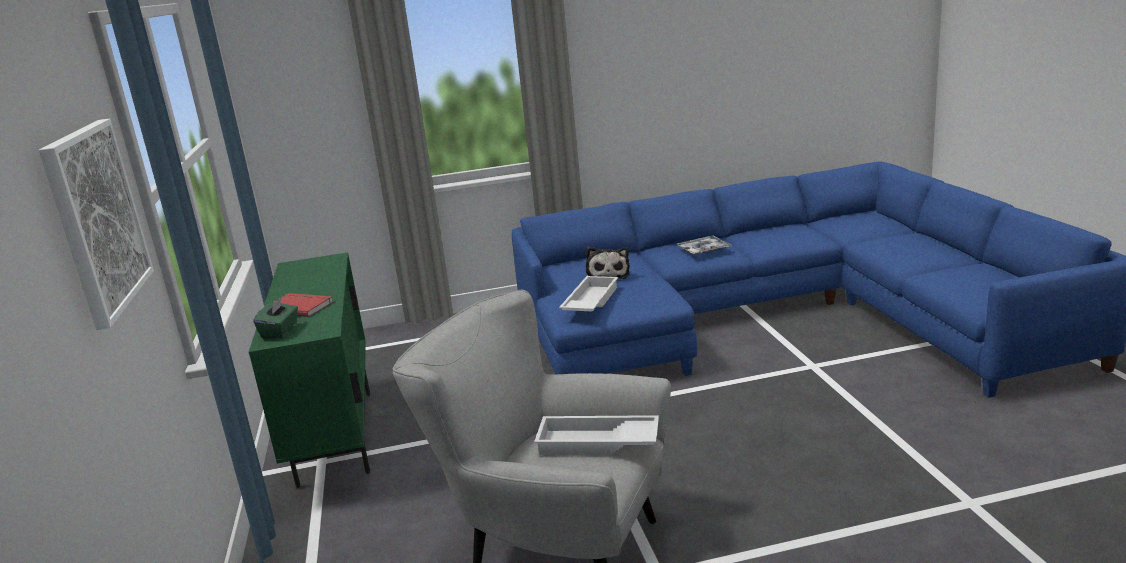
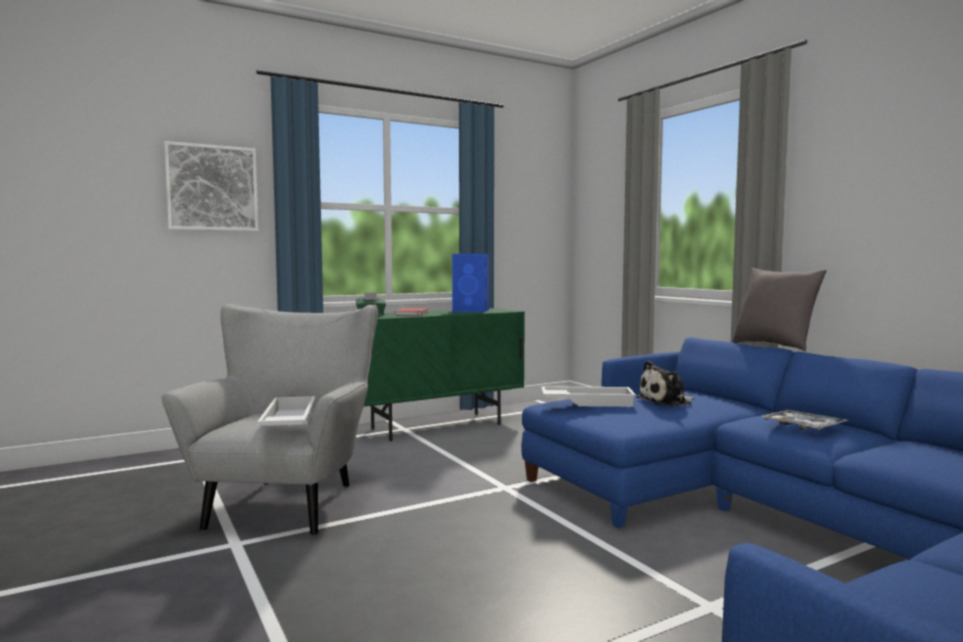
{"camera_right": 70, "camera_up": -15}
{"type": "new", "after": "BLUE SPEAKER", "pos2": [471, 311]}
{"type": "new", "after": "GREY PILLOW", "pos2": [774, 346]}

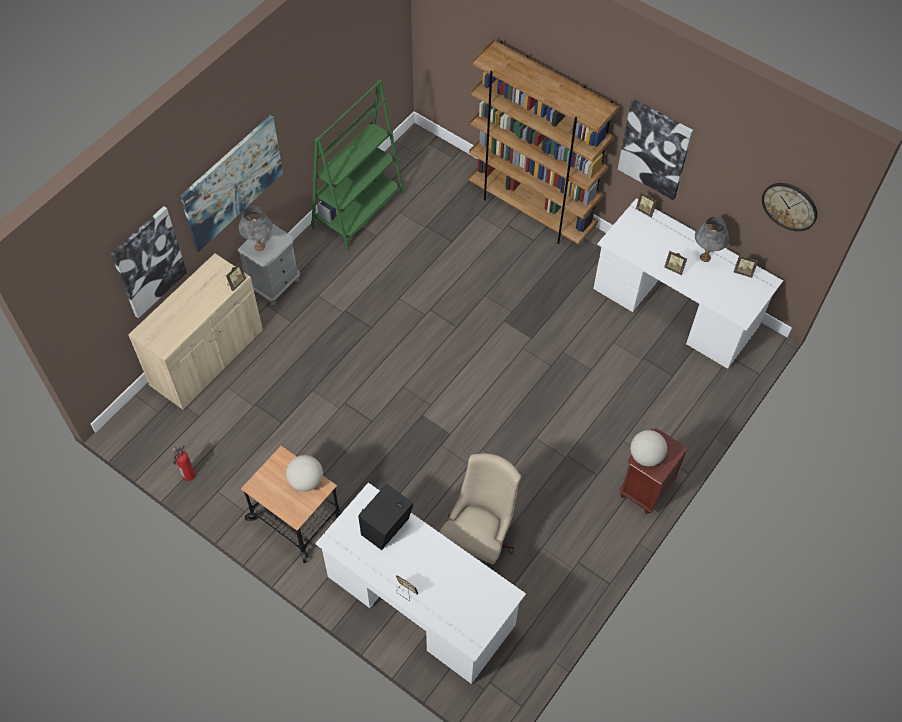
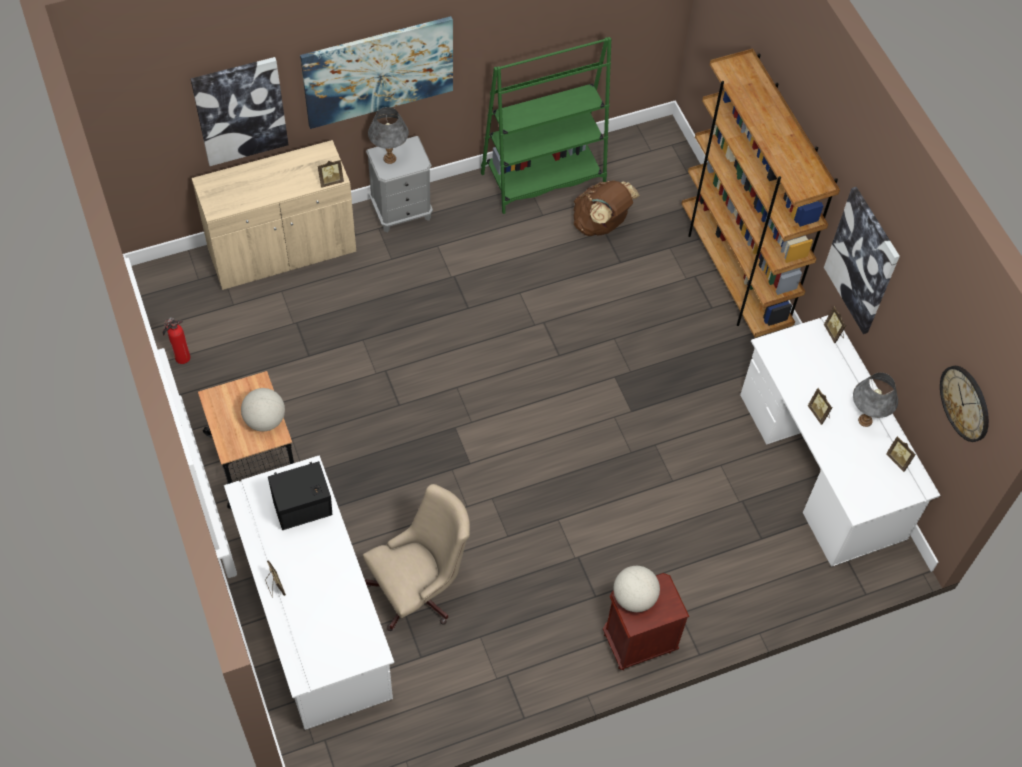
{"camera_right": 30, "camera_up": 0}
{"type": "new", "after": "BROWN BACKPACK", "pos2": [601, 224]}

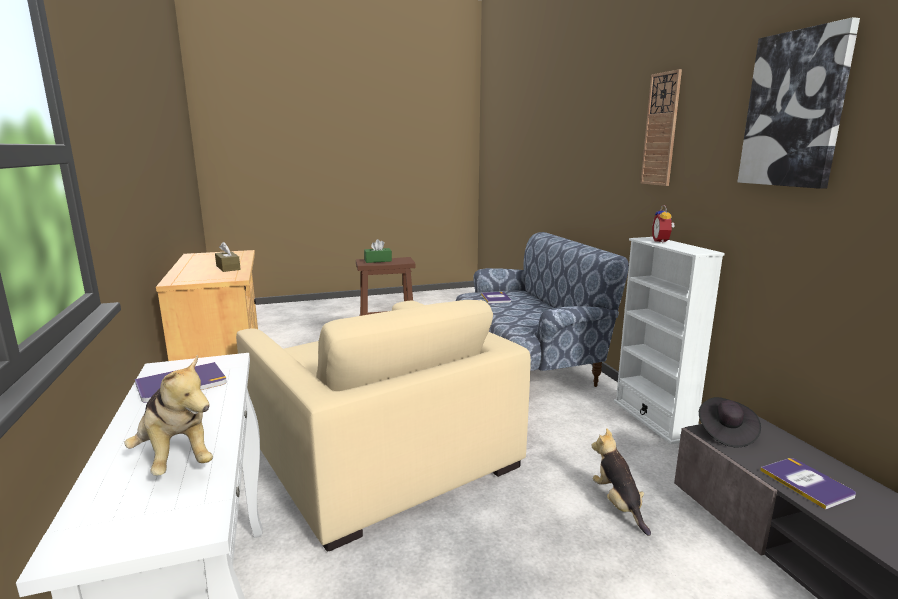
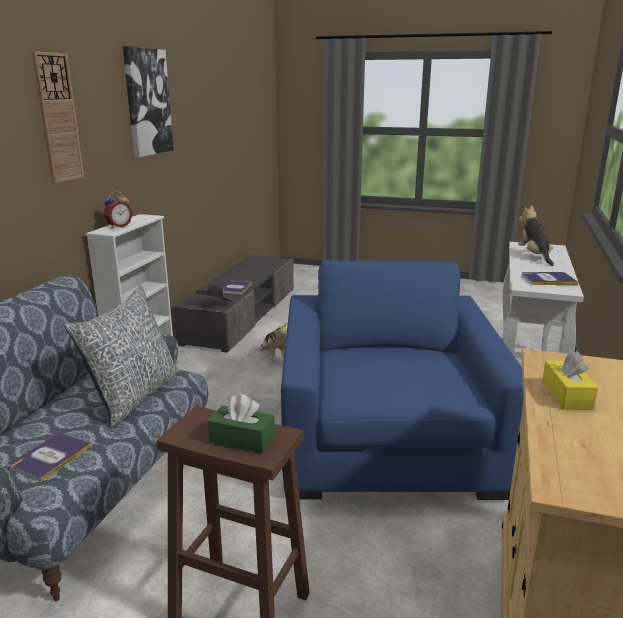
{"camera_right": -145, "camera_up": 5}
{"type": "new", "after": "PILLOW", "pos2": [134, 396]}
{"type": "repainted", "before": "BROWN TISSUE BOX", "after": "YELLOW TISSUE BOX", "pos1": [228, 268], "pos2": [566, 395]}
{"type": "repainted", "before": "BEIGE ARMCHAIR", "after": "BLUE ARMCHAIR", "pos1": [378, 451], "pos2": [387, 437]}
{"type": "rotated", "before": "PLUSH TOY", "pos1": [618, 504], "pos2": [274, 357], "turn": -45}

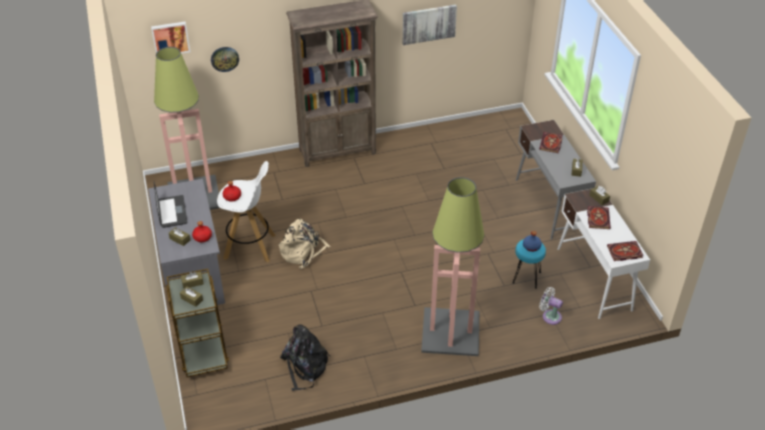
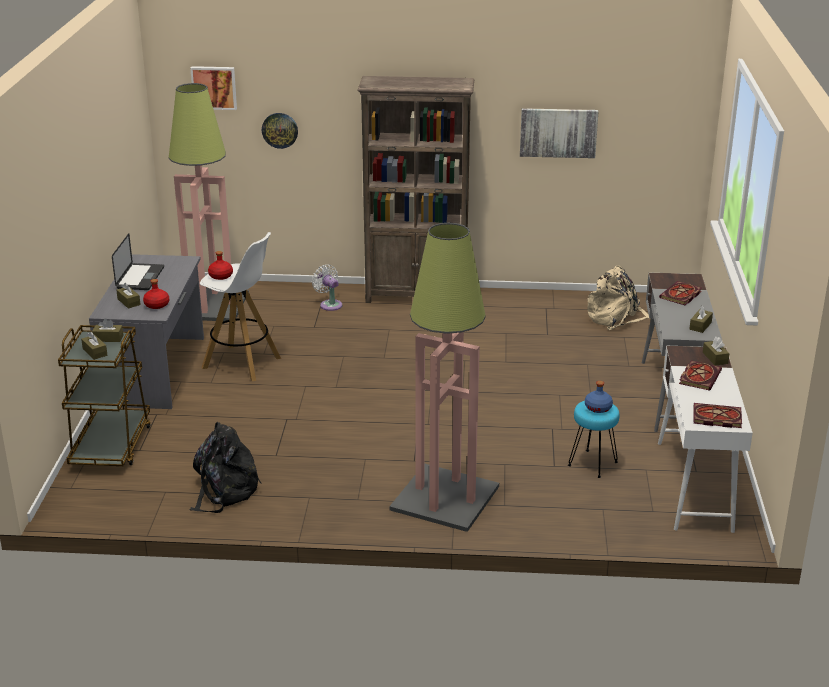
{"camera_right": 20, "camera_up": -15}
{"type": "shifted", "before": "BEIGE BACKPACK", "pos1": [303, 252], "pos2": [616, 318]}
{"type": "shifted", "before": "WHITE FAN", "pos1": [550, 316], "pos2": [329, 304]}

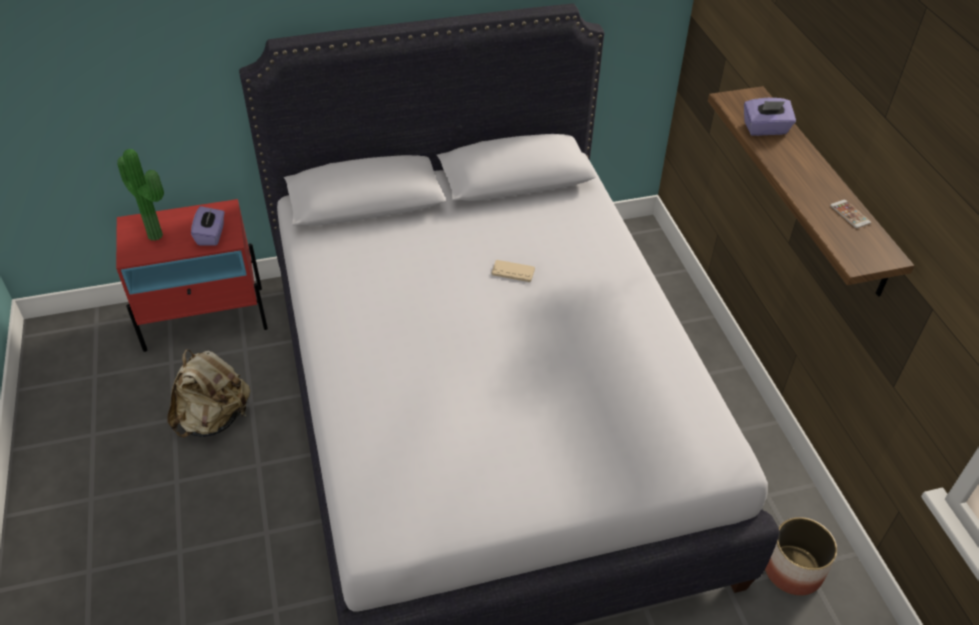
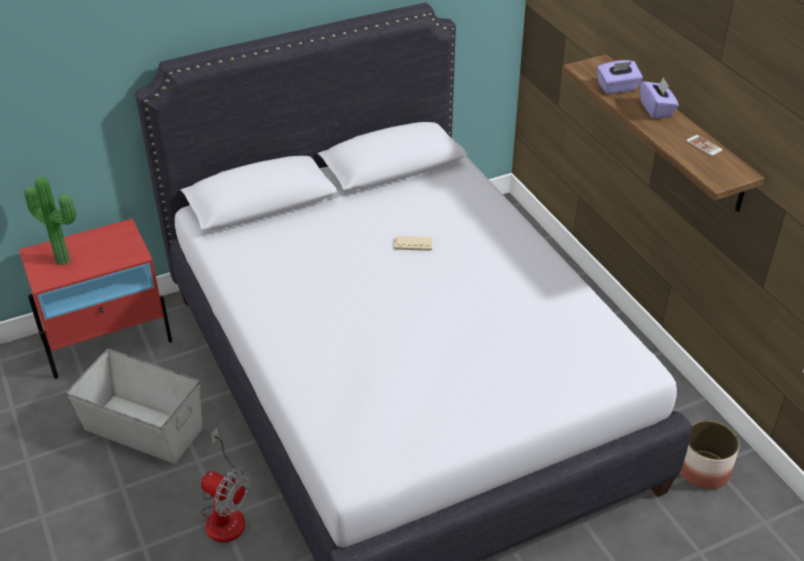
{"camera_right": -10, "camera_up": -5}
{"type": "new", "after": "FAN", "pos2": [225, 513]}
{"type": "shifted", "before": "PURPLE TISSUE BOX", "pos1": [211, 235], "pos2": [656, 109]}
{"type": "swapped", "before": "BEIGE BACKPACK", "after": "GREY STORAGE BOX", "pos1": [214, 418], "pos2": [143, 427]}

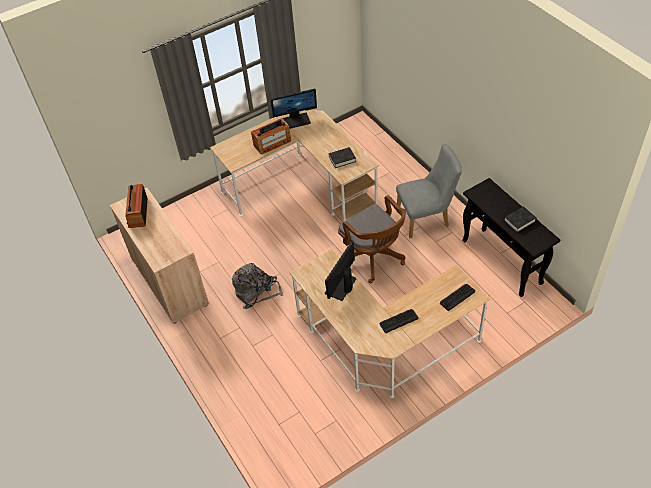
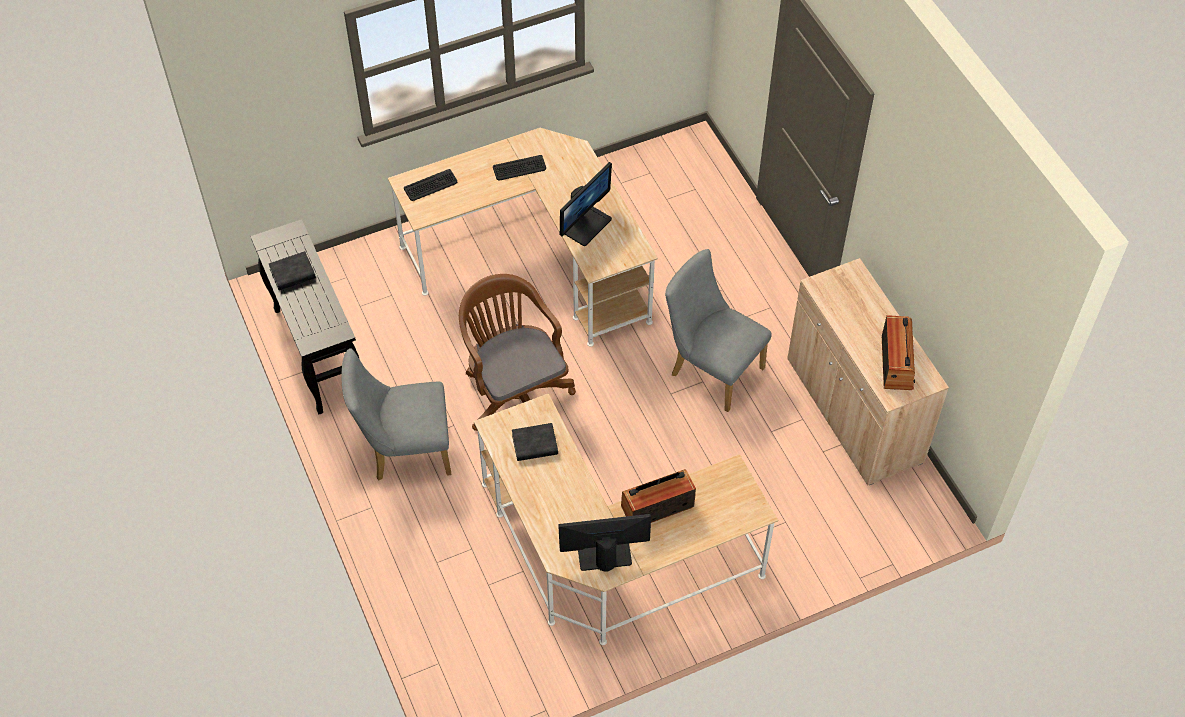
{"camera_right": -175, "camera_up": 5}
{"type": "swapped", "before": "GREY BACKPACK", "after": "GREY CHAIR", "pos1": [256, 292], "pos2": [711, 369]}

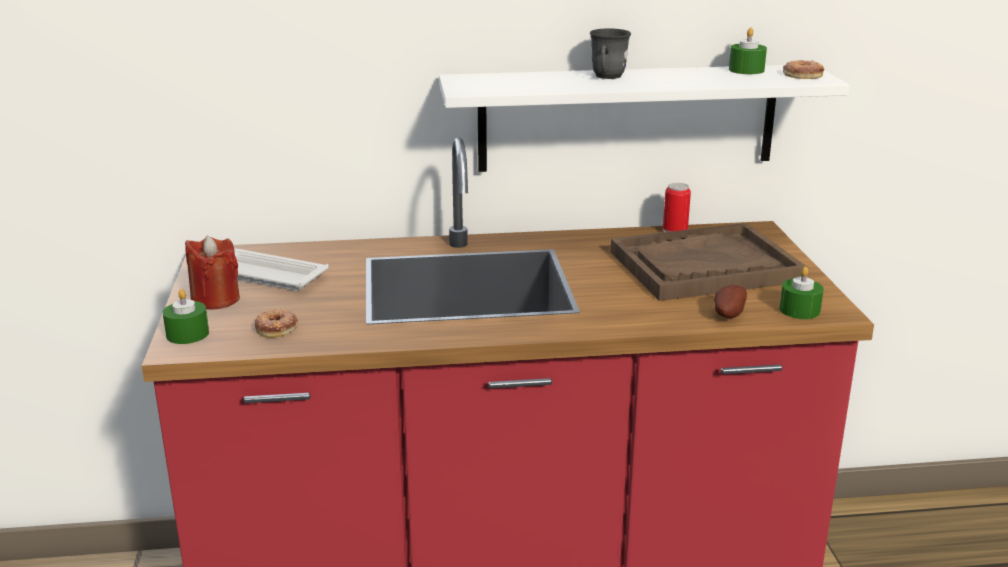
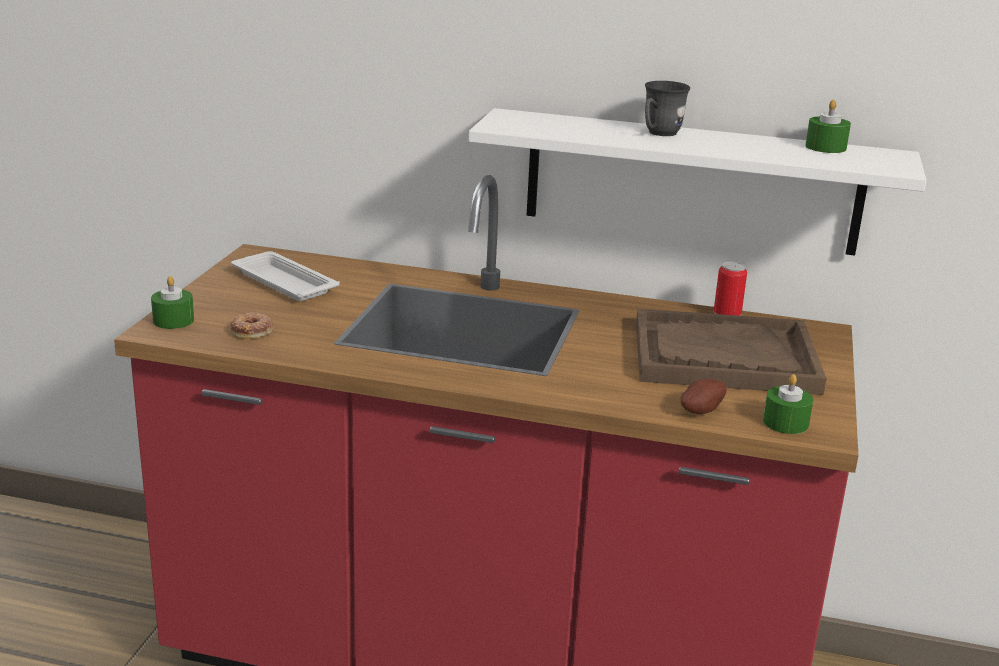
{"camera_right": 20, "camera_up": 0}
{"type": "gone", "before": "RED CANDLE", "pos1": [215, 299]}
{"type": "gone", "before": "DONUT", "pos1": [803, 74]}

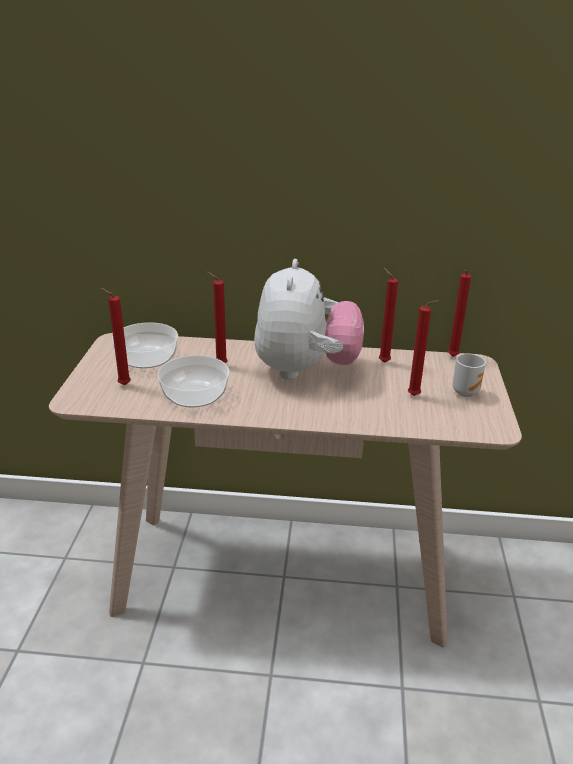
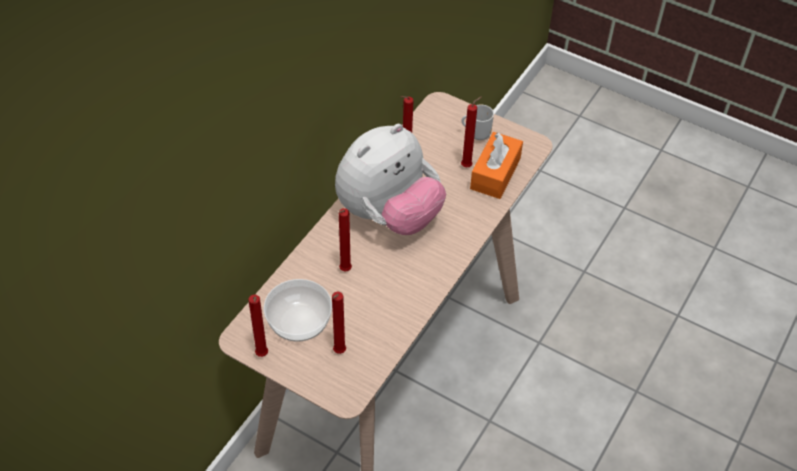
{"camera_right": -65, "camera_up": 20}
{"type": "gone", "before": "BOWL", "pos1": [193, 396]}
{"type": "new", "after": "ORANGE TISSUE BOX", "pos2": [495, 174]}
{"type": "shifted", "before": "RED CANDLE", "pos1": [451, 357], "pos2": [262, 356]}
{"type": "rotated", "before": "PLUSH TOY", "pos1": [305, 370], "pos2": [389, 215], "turn": 105}

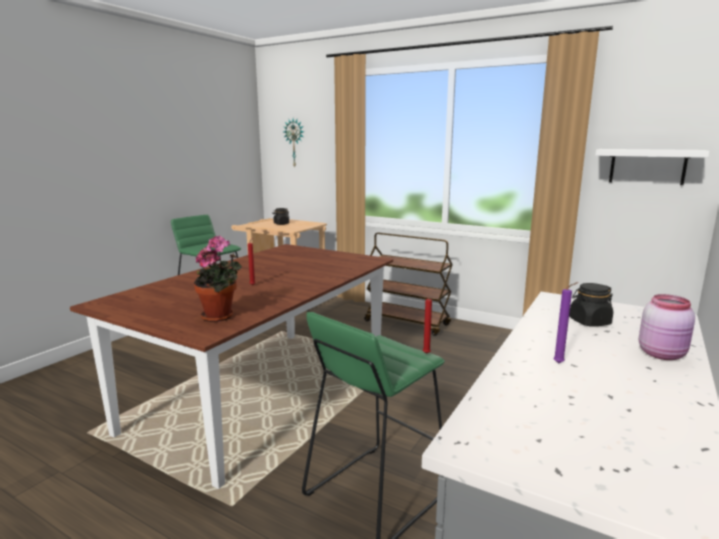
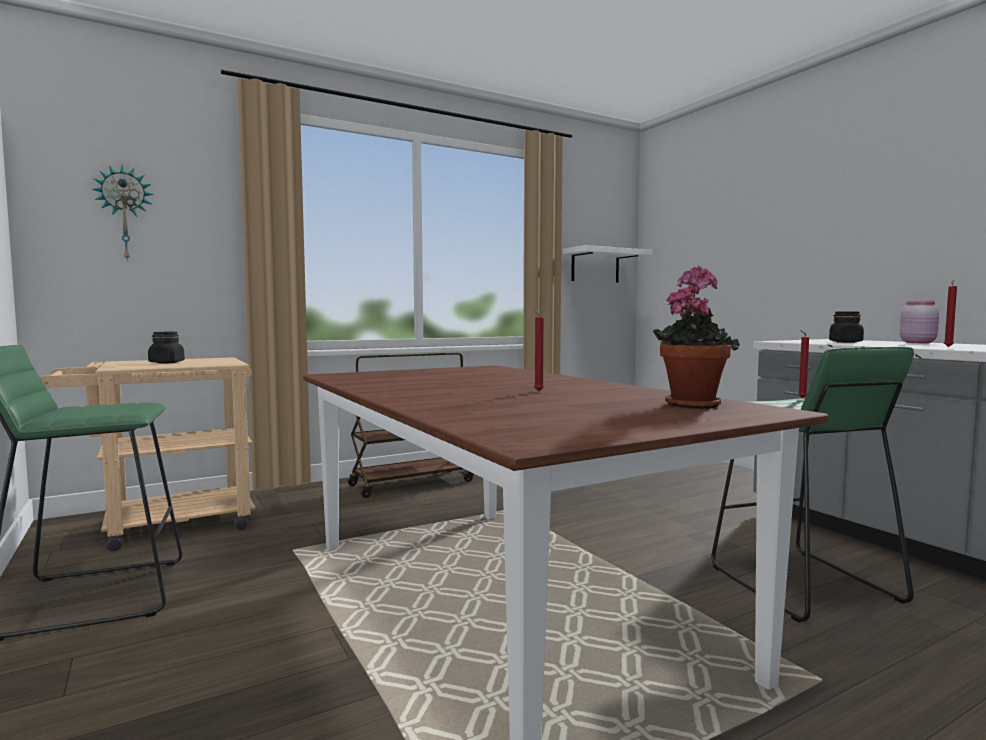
{"camera_right": -60, "camera_up": -10}
{"type": "repainted", "before": "PURPLE CANDLE", "after": "RED CANDLE", "pos1": [560, 363], "pos2": [948, 346]}

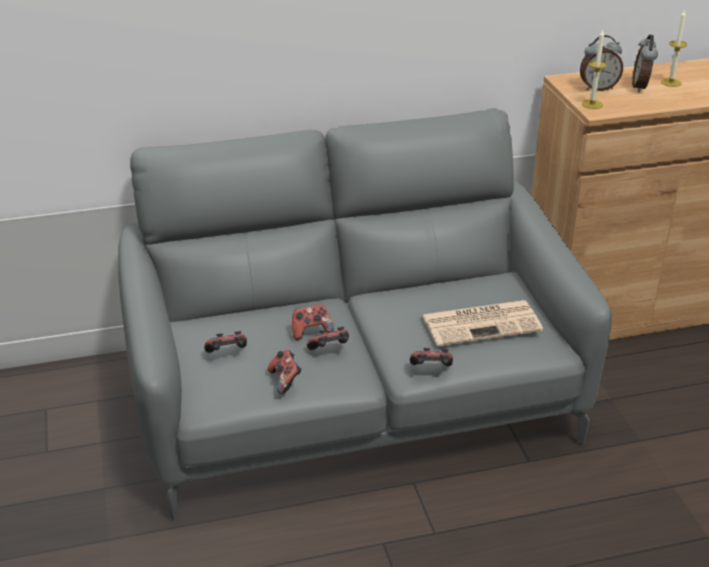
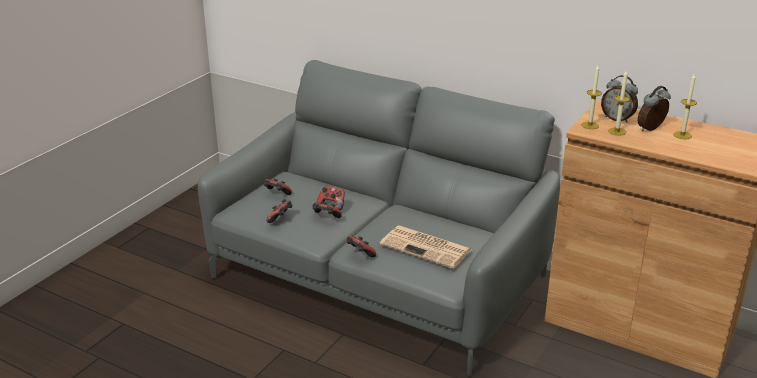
{"camera_right": 45, "camera_up": -5}
{"type": "new", "after": "CANDLE", "pos2": [617, 131]}

